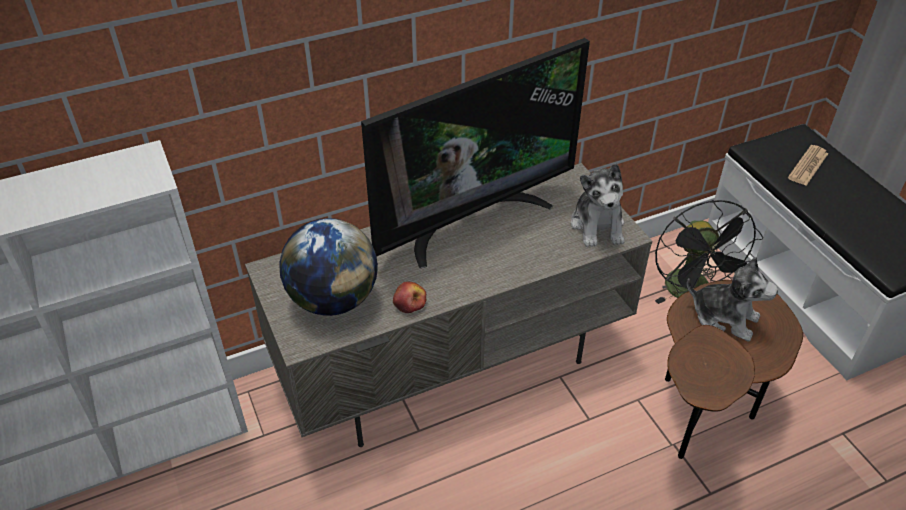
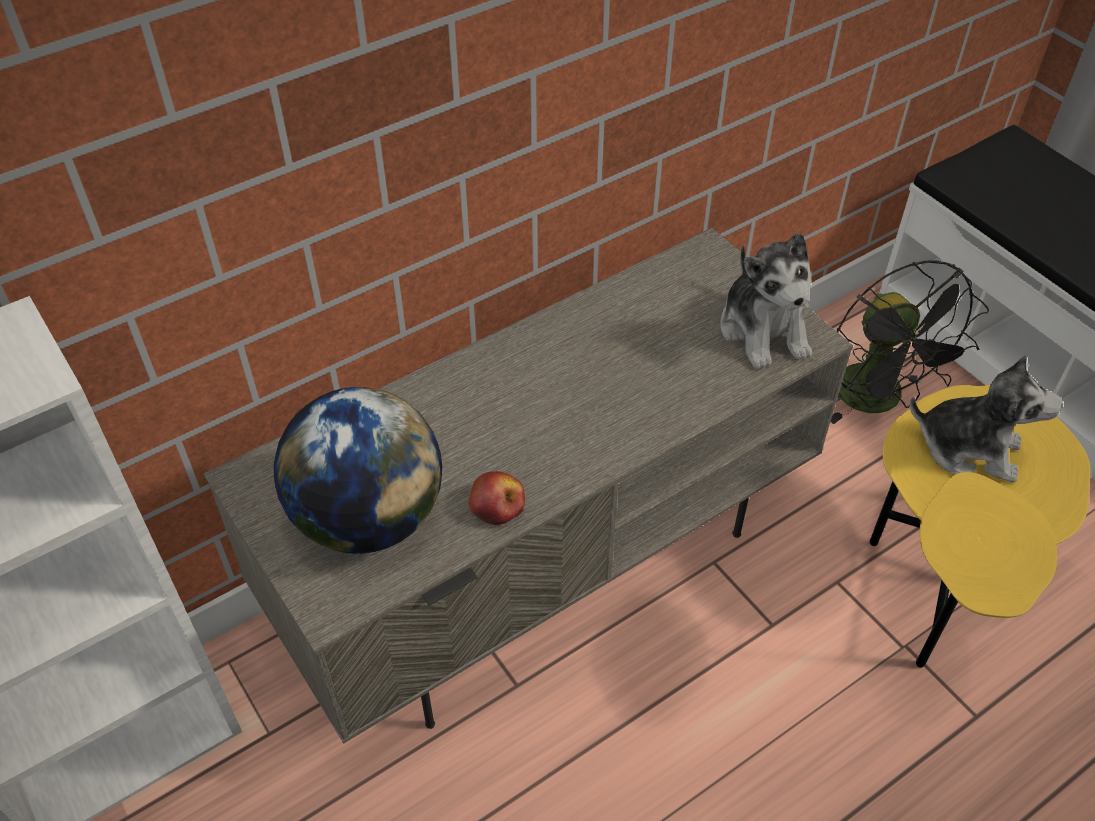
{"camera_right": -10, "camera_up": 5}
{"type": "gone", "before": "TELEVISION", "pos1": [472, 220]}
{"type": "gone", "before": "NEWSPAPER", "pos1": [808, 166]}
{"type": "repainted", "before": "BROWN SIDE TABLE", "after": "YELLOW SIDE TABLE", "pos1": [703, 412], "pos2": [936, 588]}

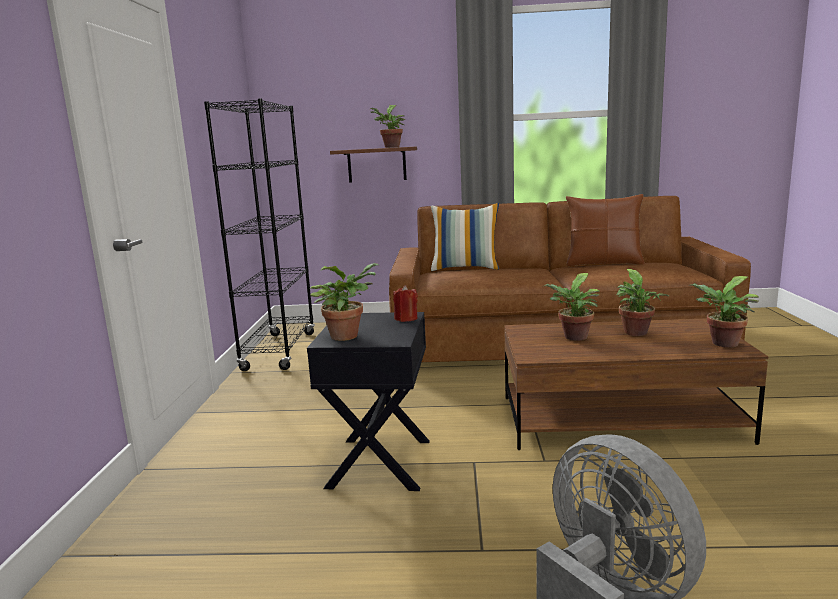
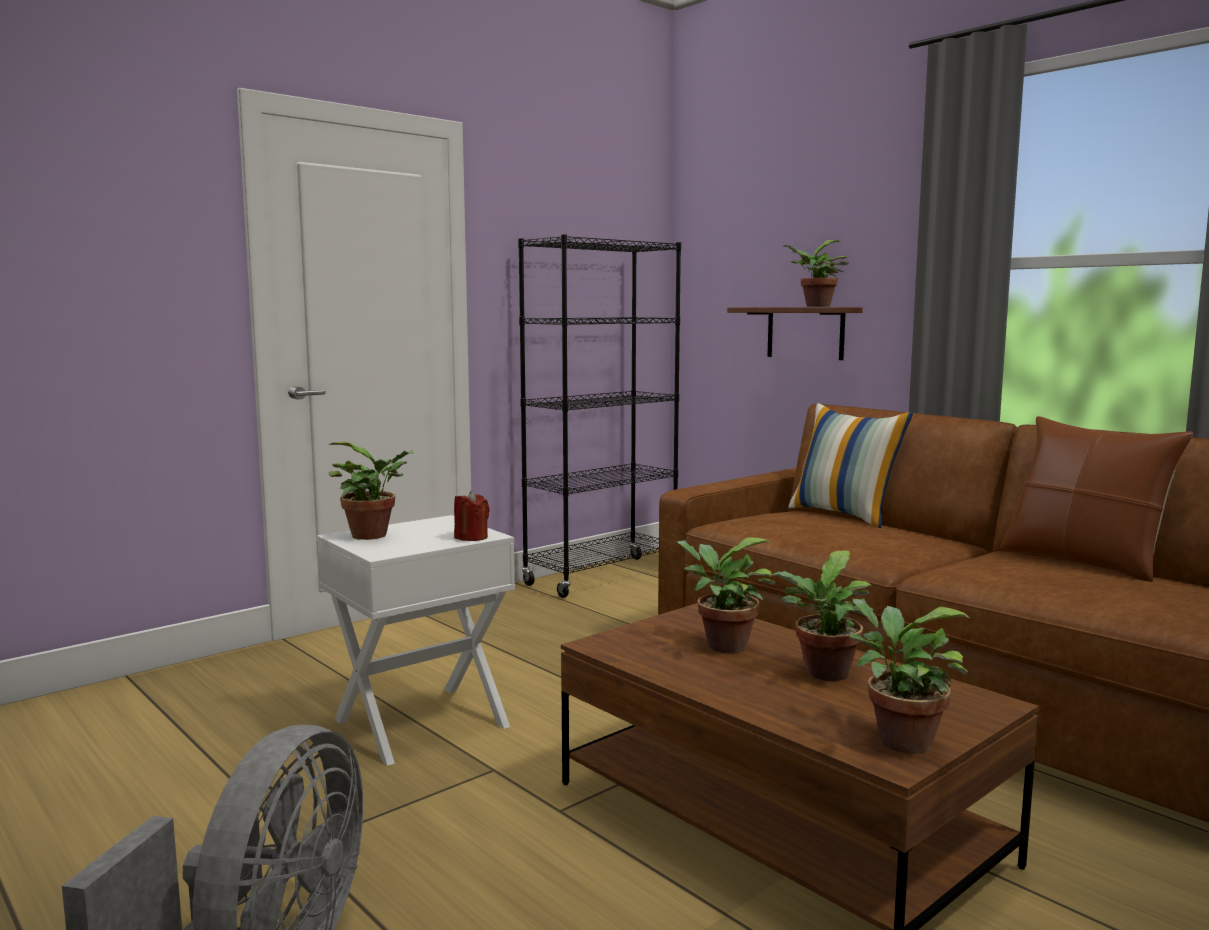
{"camera_right": 45, "camera_up": -5}
{"type": "repainted", "before": "BLACK SIDE TABLE", "after": "WHITE SIDE TABLE", "pos1": [381, 463], "pos2": [422, 724]}

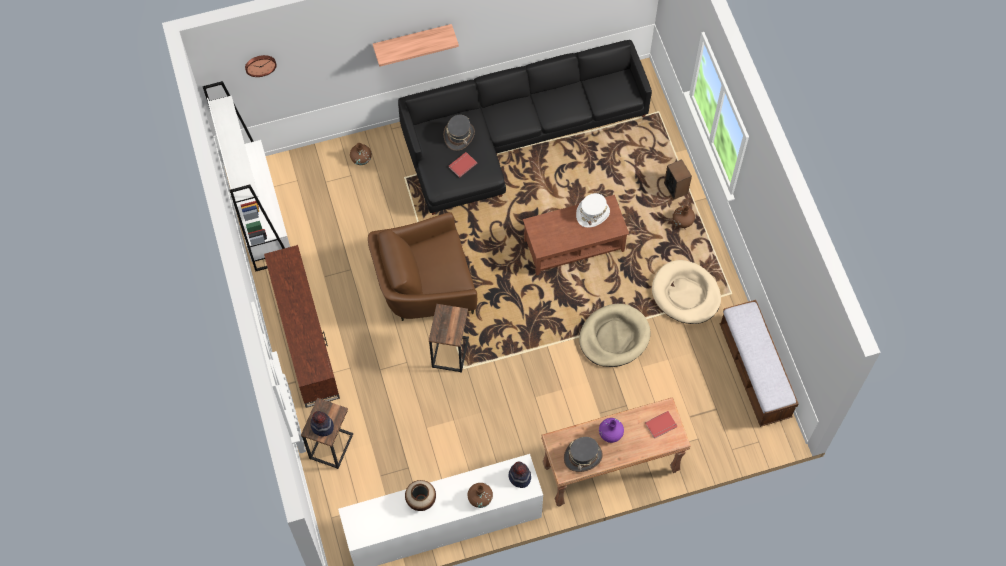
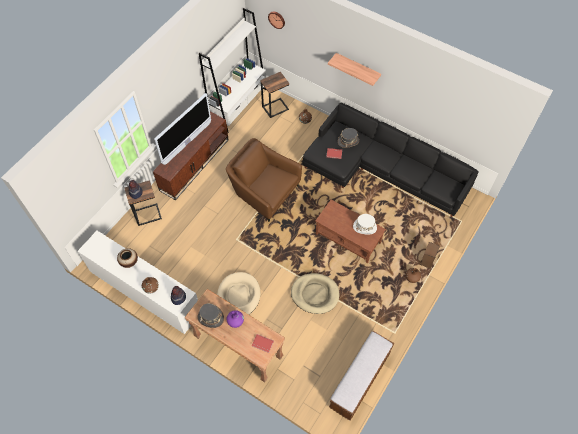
{"camera_right": 50, "camera_up": -5}
{"type": "new", "after": "TELEVISION", "pos2": [187, 143]}
{"type": "shifted", "before": "SIDE TABLE", "pos1": [449, 352], "pos2": [275, 108]}
{"type": "shifted", "before": "BEIGE DOG BED", "pos1": [686, 294], "pos2": [238, 296]}

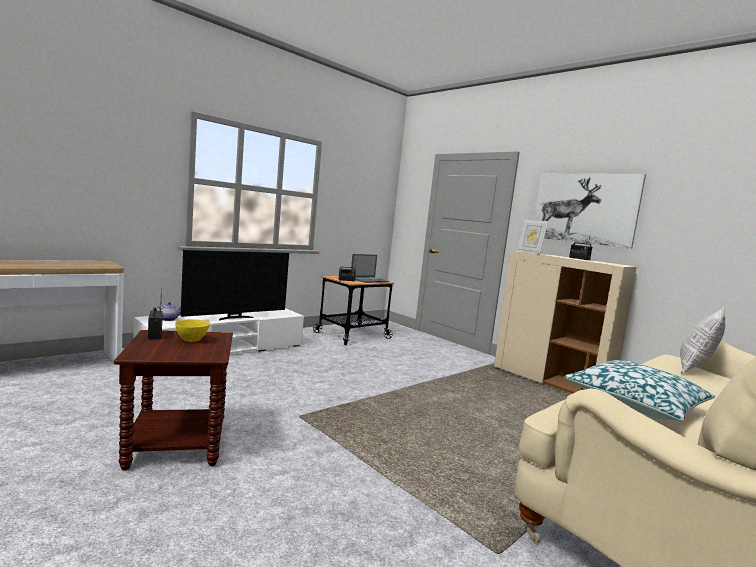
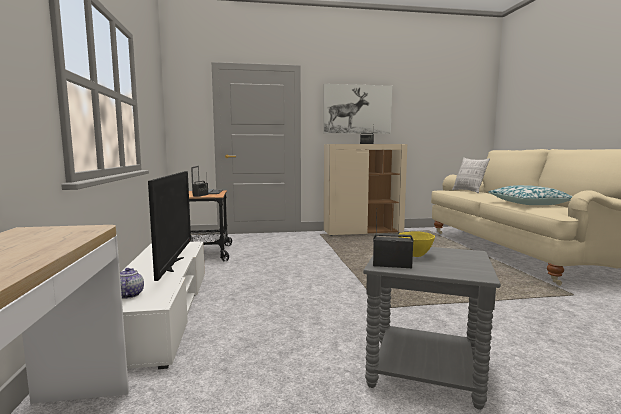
{"camera_right": -55, "camera_up": 0}
{"type": "gone", "before": "PICTURE FRAME", "pos1": [529, 252]}
{"type": "repainted", "before": "BROWN SIDE TABLE", "after": "GREY SIDE TABLE", "pos1": [176, 444], "pos2": [423, 372]}

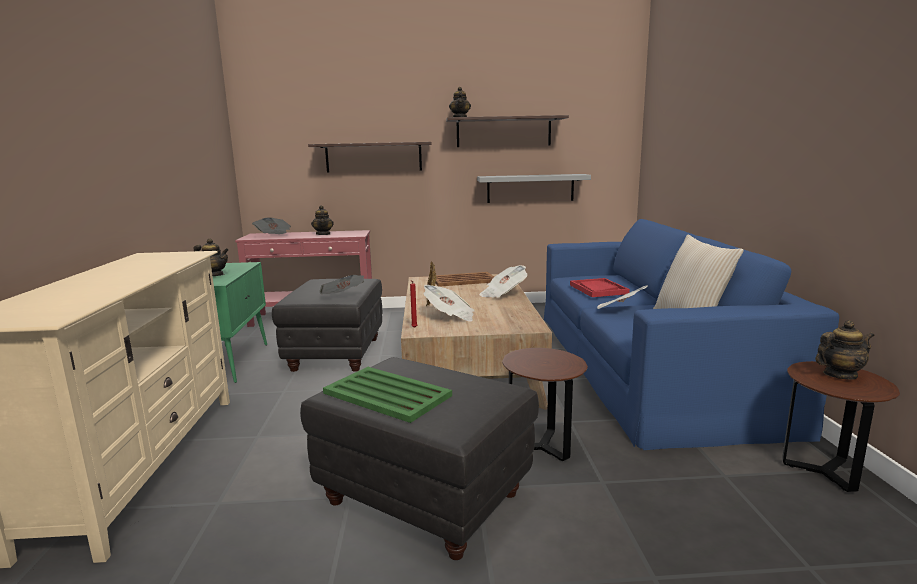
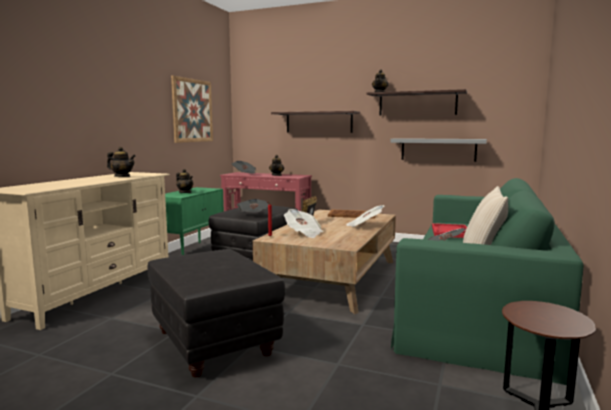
{"camera_right": 25, "camera_up": -5}
{"type": "gone", "before": "GREEN TRAY", "pos1": [386, 394]}
{"type": "gone", "before": "BROWN SIDE TABLE", "pos1": [542, 447]}
{"type": "new", "after": "PICTURE", "pos2": [192, 110]}
{"type": "shifted", "before": "TEAPOT", "pos1": [839, 375], "pos2": [122, 176]}
{"type": "repainted", "before": "BLUE SOFA", "after": "GREEN SOFA", "pos1": [645, 363], "pos2": [479, 300]}

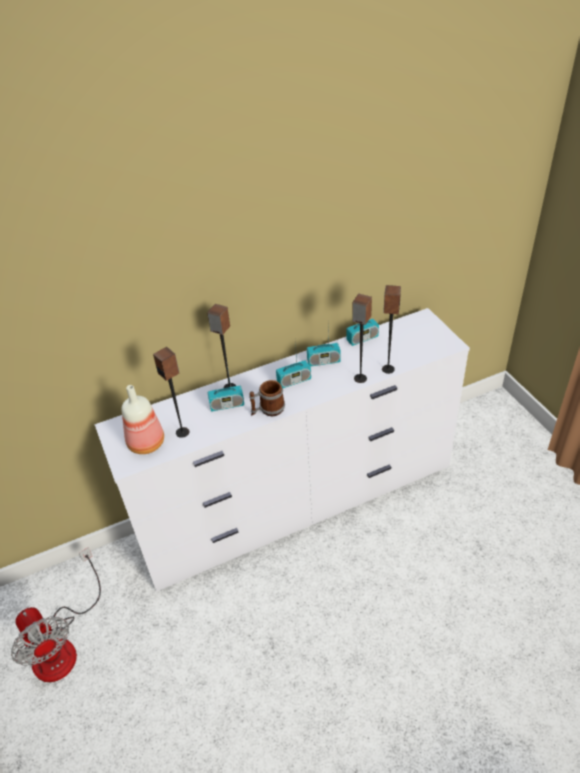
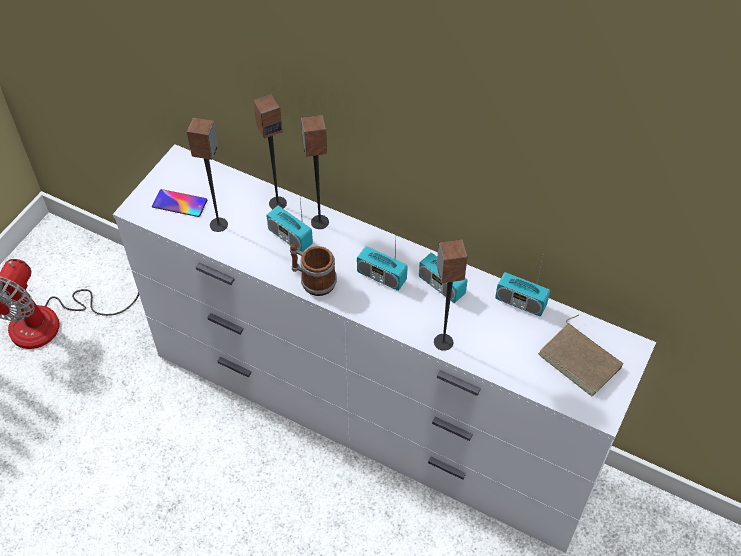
{"camera_right": 50, "camera_up": 10}
{"type": "new", "after": "BROWN BOOK", "pos2": [581, 360]}
{"type": "shifted", "before": "SPEAKER", "pos1": [387, 369], "pos2": [277, 203]}
{"type": "swapped", "before": "BOTTLE", "after": "PHONE", "pos1": [145, 443], "pos2": [179, 203]}

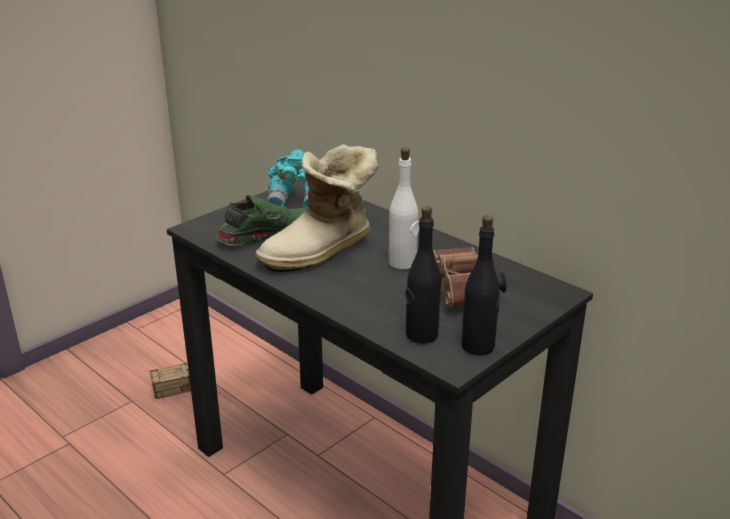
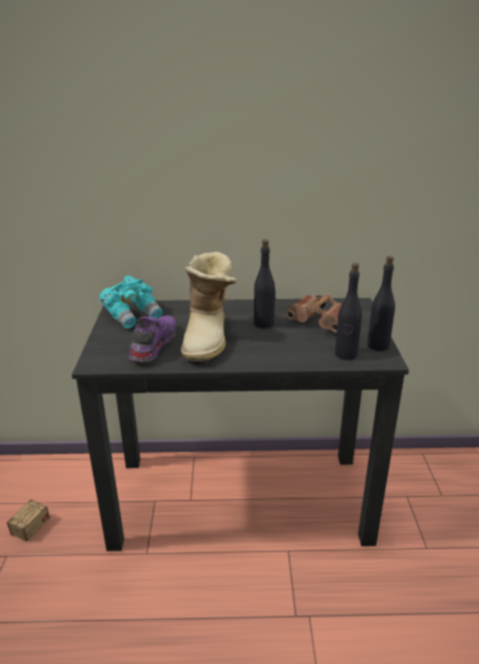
{"camera_right": -45, "camera_up": 0}
{"type": "repainted", "before": "GREEN SHOE", "after": "PURPLE SHOE", "pos1": [266, 233], "pos2": [152, 344]}
{"type": "repainted", "before": "WHITE BOTTLE", "after": "BLACK BOTTLE", "pos1": [403, 263], "pos2": [264, 324]}

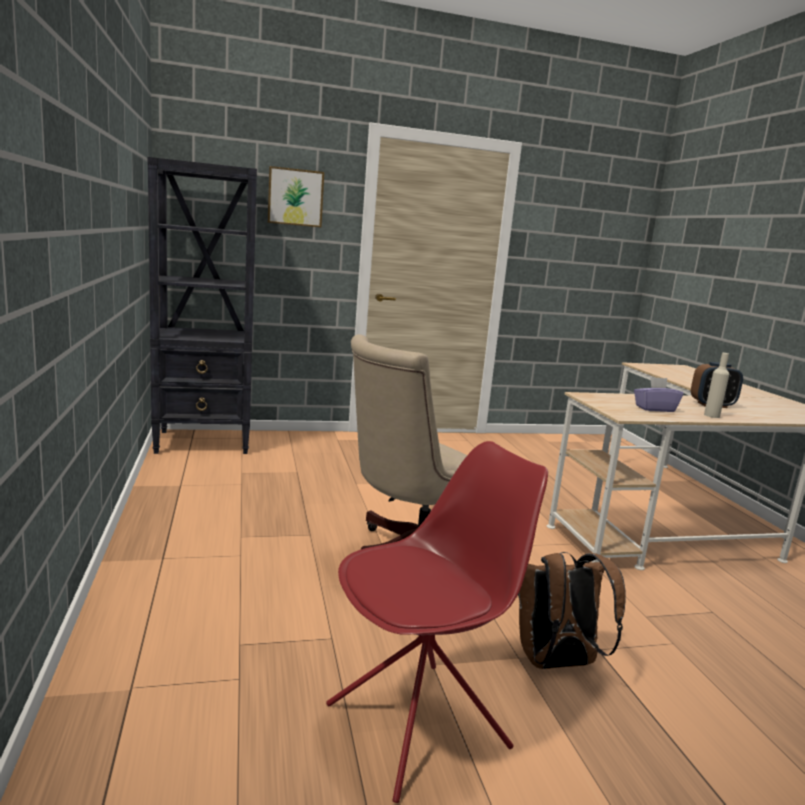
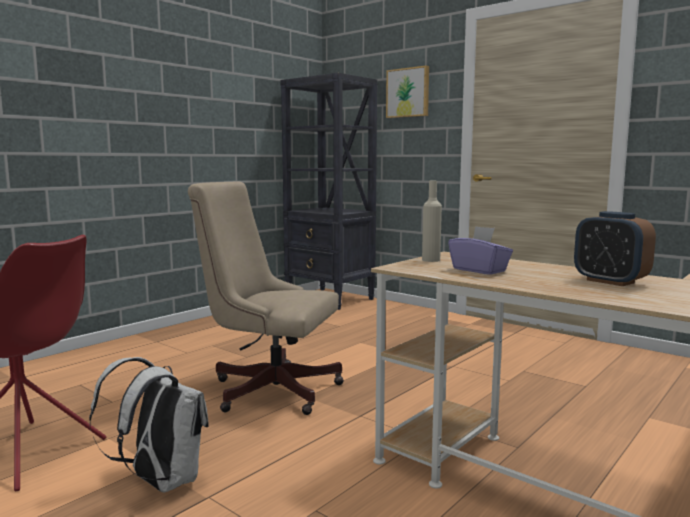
{"camera_right": 55, "camera_up": -5}
{"type": "shifted", "before": "BEIGE BOTTLE", "pos1": [711, 415], "pos2": [431, 260]}
{"type": "repainted", "before": "BROWN BACKPACK", "after": "WHITE BACKPACK", "pos1": [554, 663], "pos2": [160, 481]}

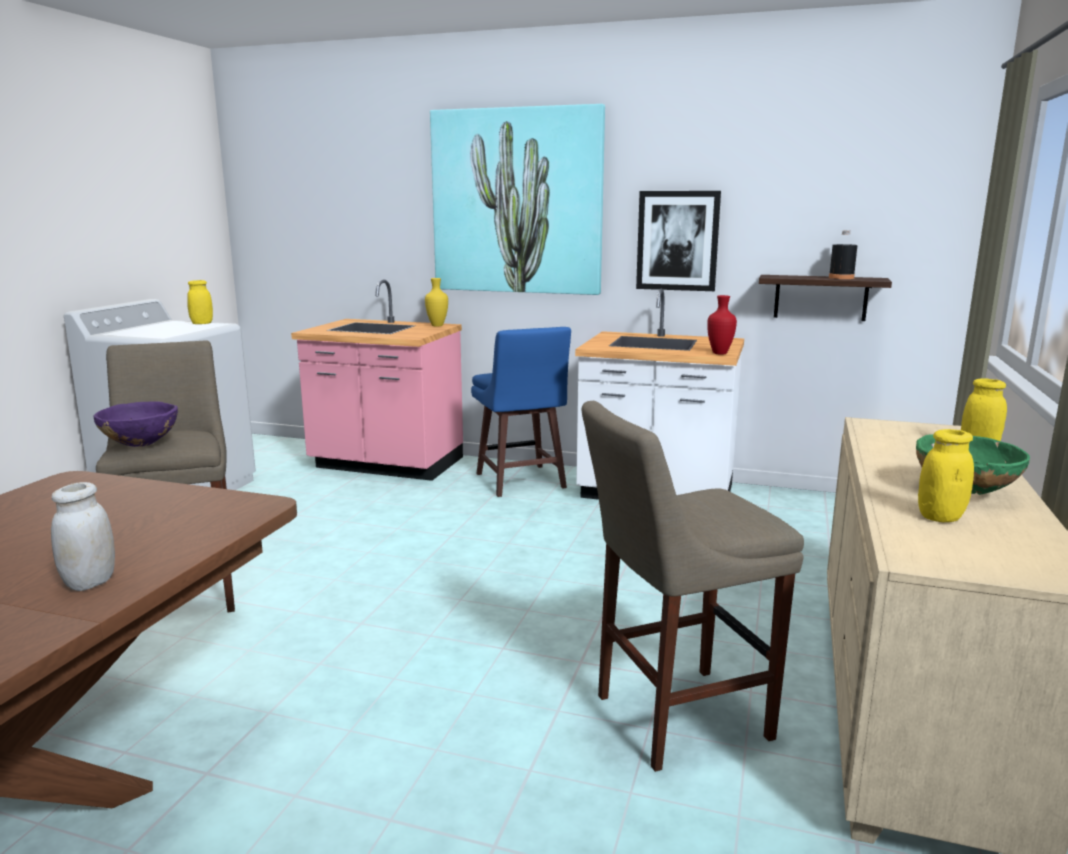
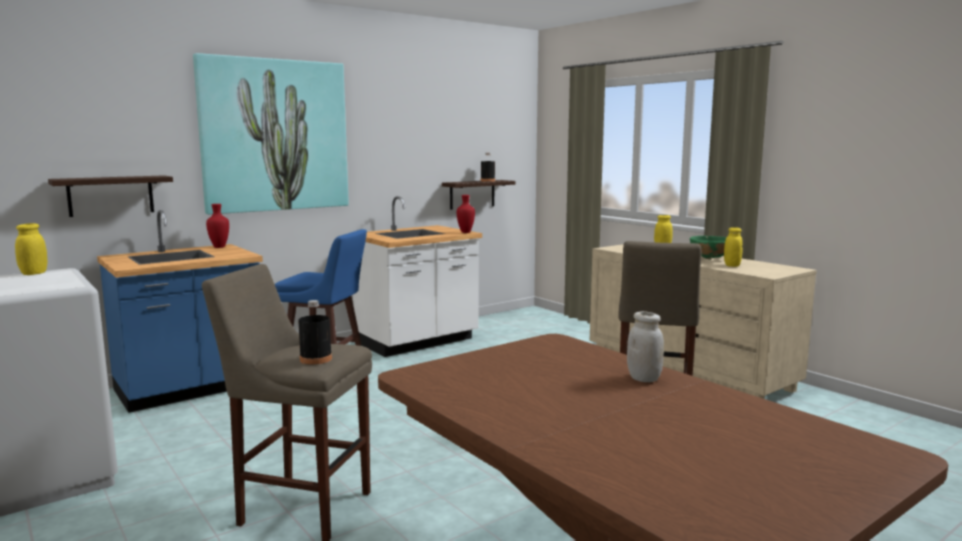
{"camera_right": -55, "camera_up": -5}
{"type": "gone", "before": "PICTURE", "pos1": [677, 241]}
{"type": "new", "after": "SHELF", "pos2": [111, 195]}
{"type": "swapped", "before": "PURPLE BOWL", "after": "BLACK BOTTLE", "pos1": [141, 445], "pos2": [316, 359]}
{"type": "repainted", "before": "PINK COUNTER", "after": "BLUE COUNTER", "pos1": [386, 464], "pos2": [191, 389]}
{"type": "repainted", "before": "YELLOW VASE", "after": "RED VASE", "pos1": [437, 325], "pos2": [218, 247]}

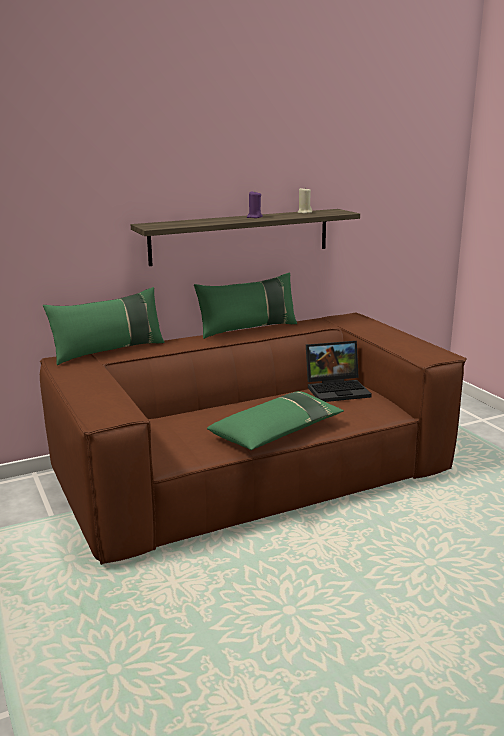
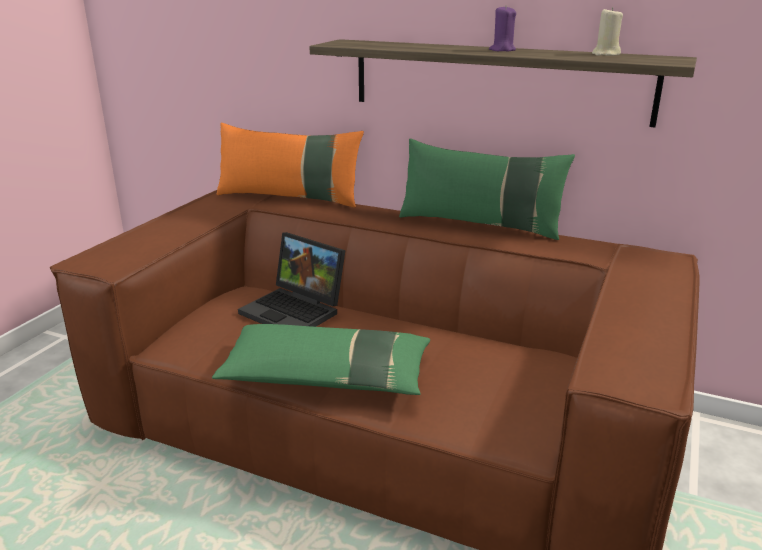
{"camera_right": 50, "camera_up": 5}
{"type": "shifted", "before": "LAPTOP", "pos1": [338, 389], "pos2": [296, 311]}
{"type": "repainted", "before": "GREEN PILLOW", "after": "ORANGE PILLOW", "pos1": [109, 351], "pos2": [290, 198]}

